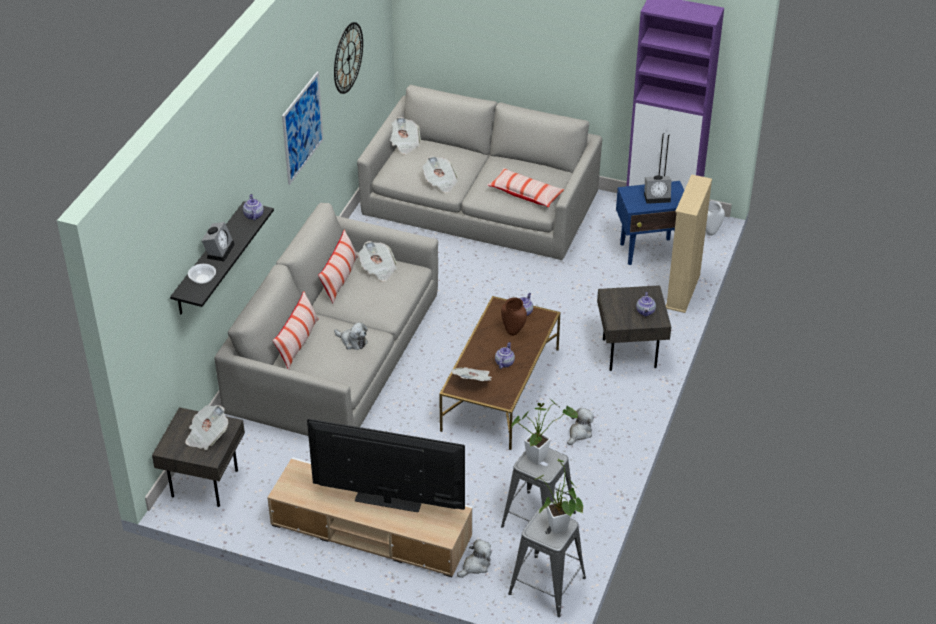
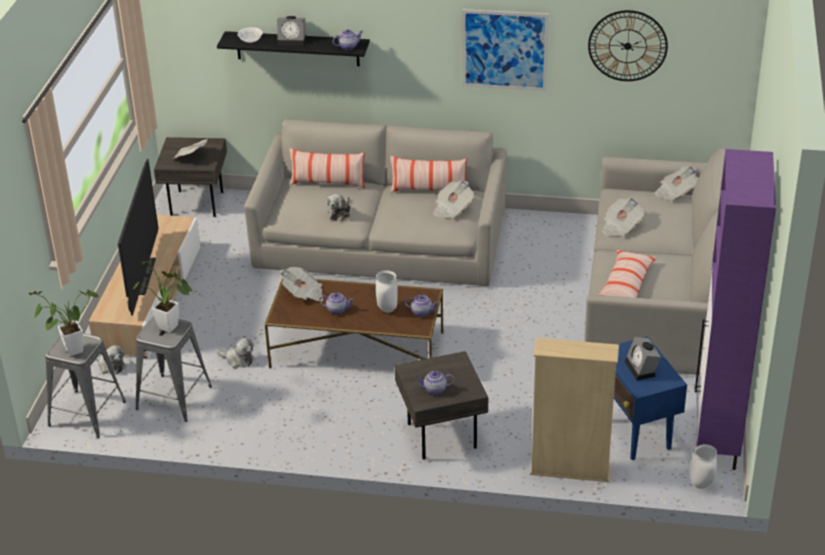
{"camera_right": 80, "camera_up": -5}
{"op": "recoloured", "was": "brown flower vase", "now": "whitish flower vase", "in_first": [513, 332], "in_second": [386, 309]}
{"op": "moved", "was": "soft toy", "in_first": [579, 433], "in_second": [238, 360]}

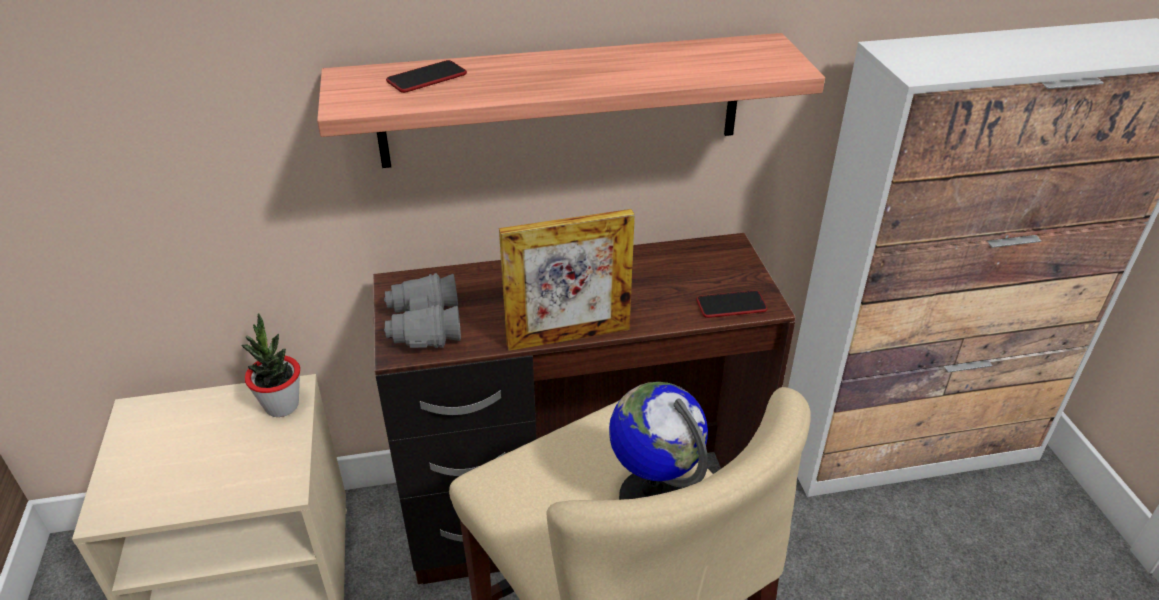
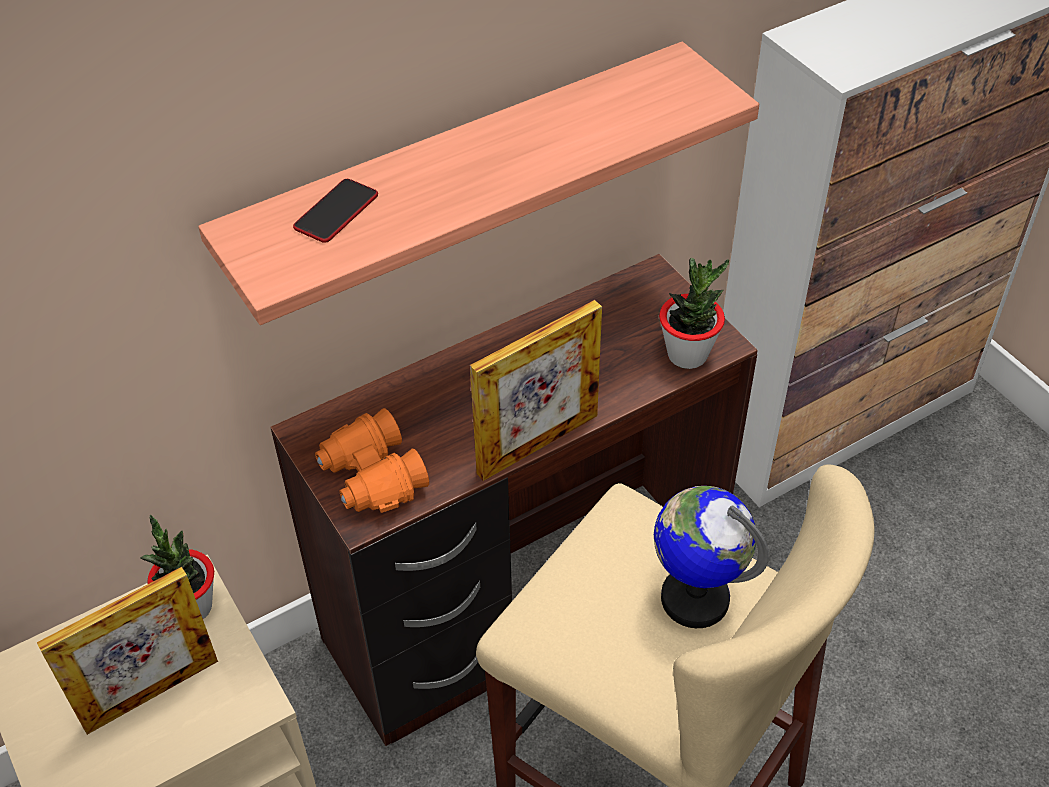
{"camera_right": -20, "camera_up": 10}
{"op": "recoloured", "was": "greyish binoculars", "now": "orange binoculars", "in_first": [424, 325], "in_second": [372, 477]}
{"op": "replaced", "was": "phone", "now": "plant in a pot", "in_first": [731, 305], "in_second": [688, 354]}
{"op": "added", "now": "picture frame", "in_second": [151, 693]}

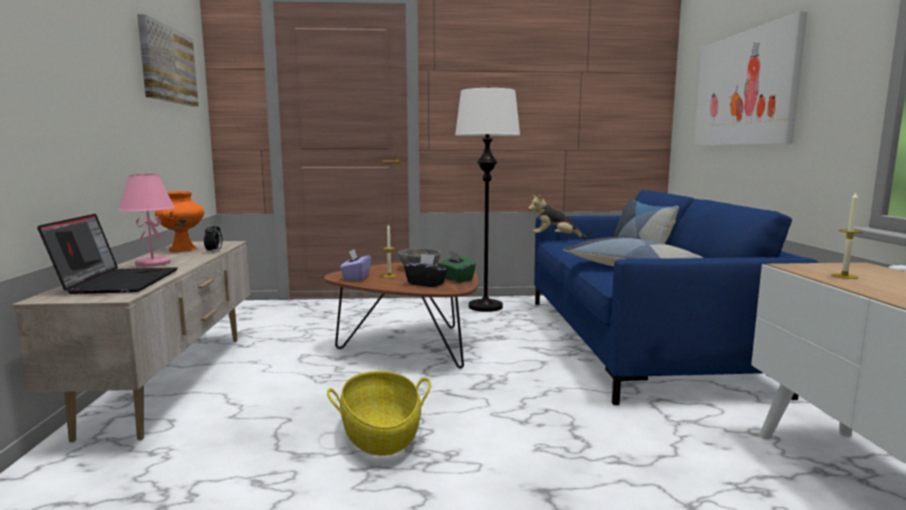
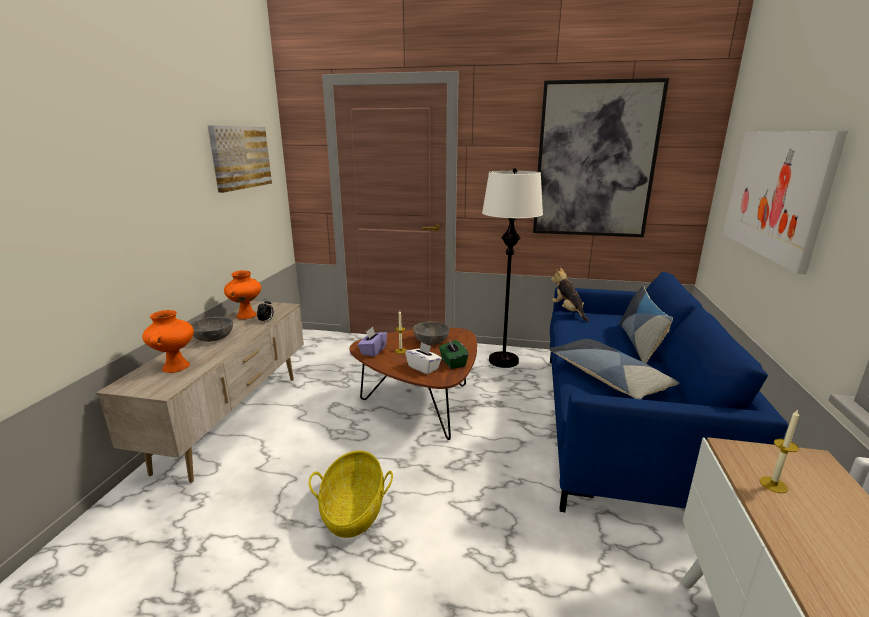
{"camera_right": 15, "camera_up": 10}
{"op": "replaced", "was": "pink tabletop lamp", "now": "greyish deep dish", "in_first": [152, 264], "in_second": [213, 338]}
{"op": "turned", "was": "soft toy", "in_first": [554, 238], "in_second": [568, 312], "clockwise": 45}
{"op": "replaced", "was": "notebook computer", "now": "orange flower vase", "in_first": [117, 282], "in_second": [175, 366]}
{"op": "recoloured", "was": "black box of tissues", "now": "whitish box of tissues", "in_first": [426, 284], "in_second": [423, 368]}
{"op": "added", "now": "wall picture", "in_second": [595, 161]}

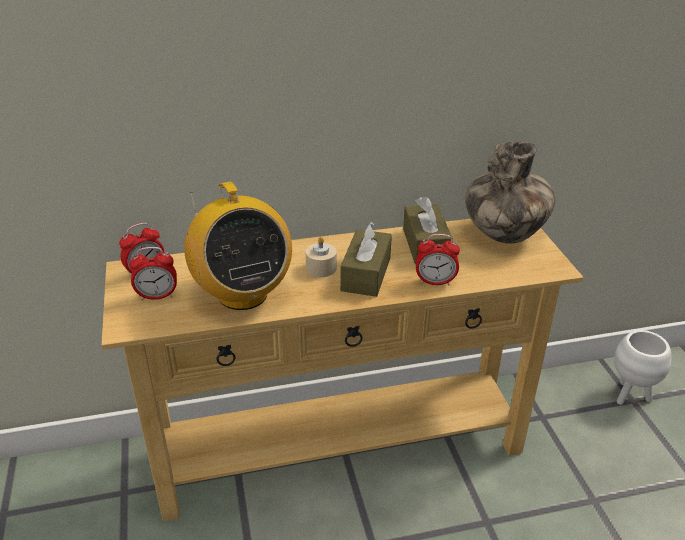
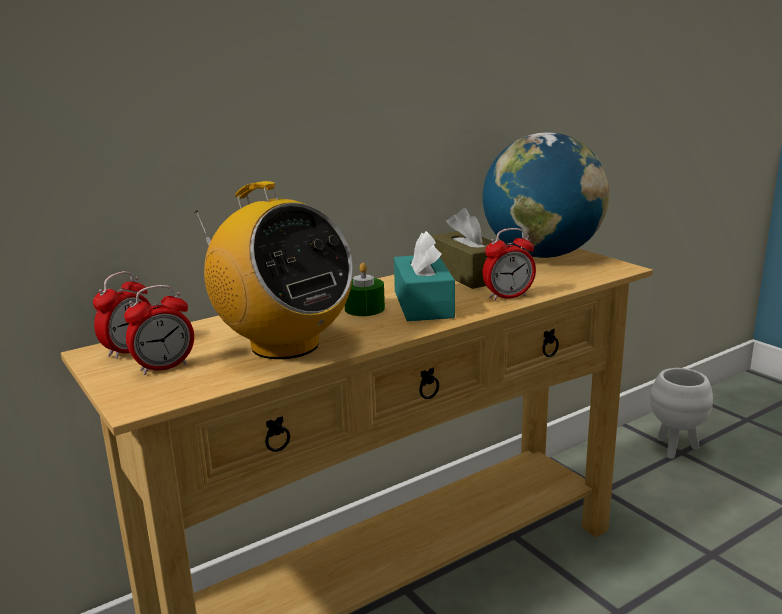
{"camera_right": -20, "camera_up": -15}
{"op": "replaced", "was": "flower vase", "now": "world globe", "in_first": [504, 234], "in_second": [542, 255]}
{"op": "recoloured", "was": "brown box of tissues", "now": "turquoise-coloured box of tissues", "in_first": [366, 274], "in_second": [423, 304]}
{"op": "recoloured", "was": "beige-coloured wax light", "now": "green wax light", "in_first": [321, 268], "in_second": [364, 309]}

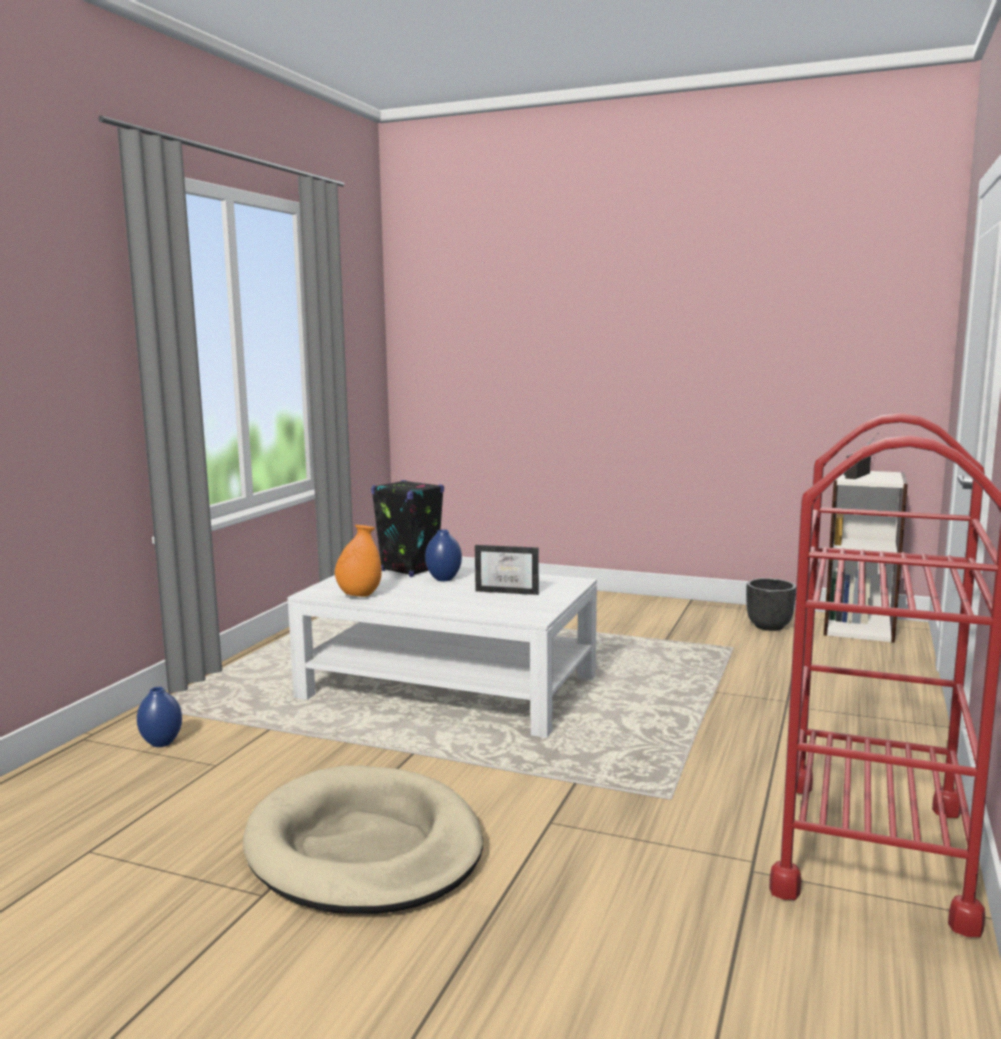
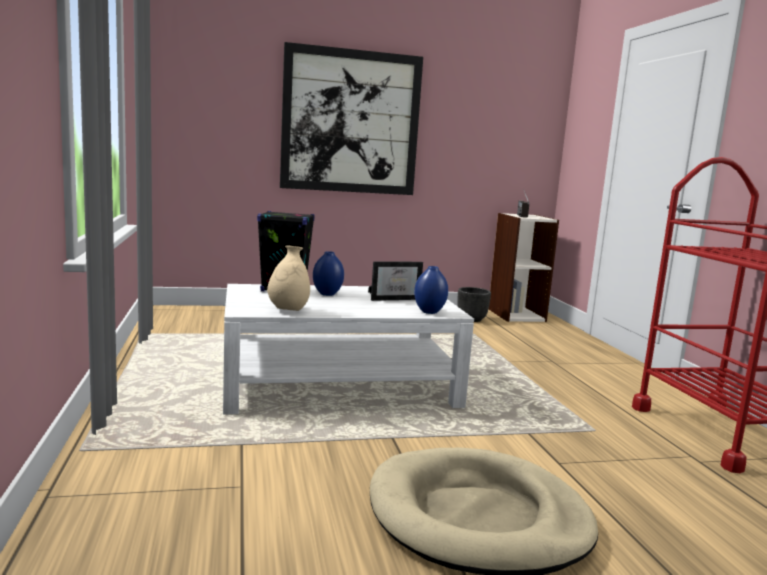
{"camera_right": -35, "camera_up": 0}
{"op": "recoloured", "was": "orange flower vase", "now": "beige-coloured flower vase", "in_first": [359, 595], "in_second": [288, 310]}
{"op": "moved", "was": "blue flower vase", "in_first": [161, 743], "in_second": [429, 312]}
{"op": "added", "now": "wall picture", "in_second": [351, 122]}

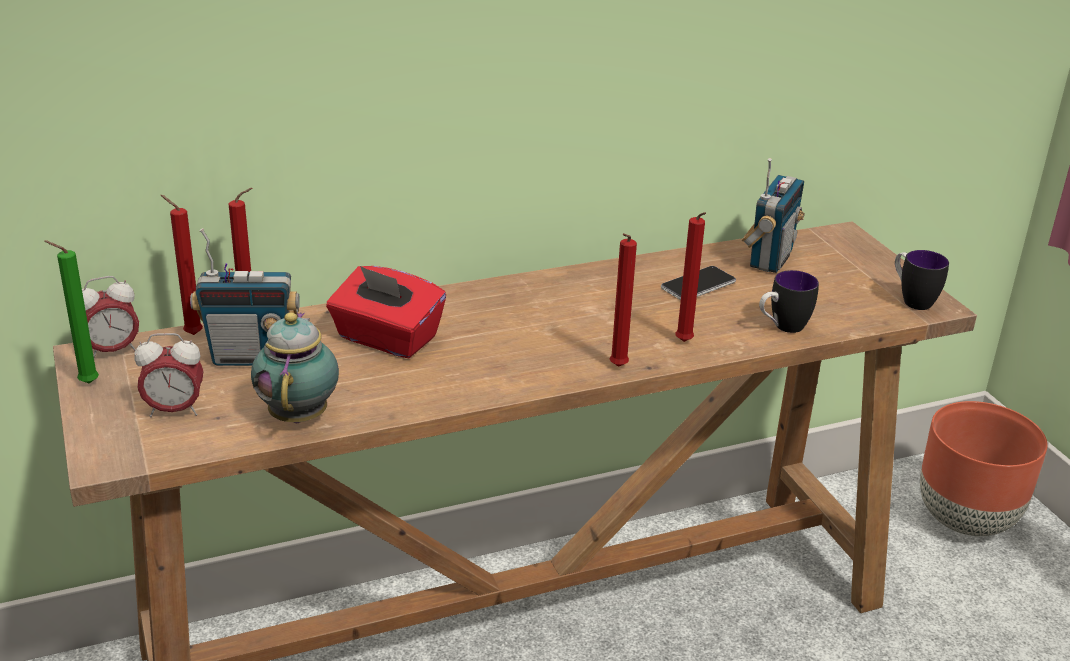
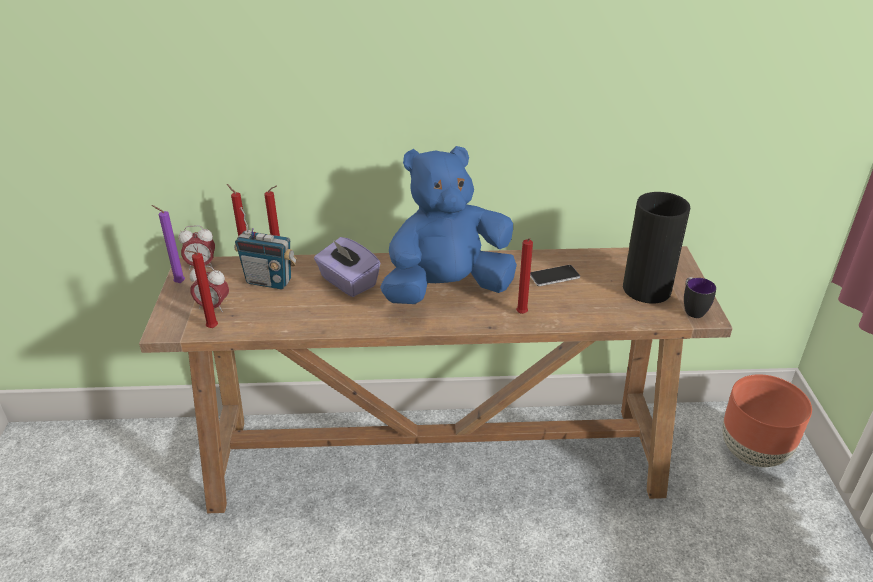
{"camera_right": 20, "camera_up": 5}
{"op": "removed", "was": "radio receiver", "in_first": [769, 259]}
{"op": "moved", "was": "red wax light", "in_first": [617, 368], "in_second": [210, 329]}
{"op": "recoloured", "was": "green wax light", "now": "purplish wax light", "in_first": [85, 383], "in_second": [178, 283]}
{"op": "recoloured", "was": "red box of tissues", "now": "purplish box of tissues", "in_first": [386, 339], "in_second": [348, 282]}
{"op": "removed", "was": "tea mug", "in_first": [782, 327]}
{"op": "removed", "was": "tea pot", "in_first": [300, 414]}
{"op": "added", "now": "blue soft toy", "in_second": [447, 289]}
{"op": "added", "now": "flower vase", "in_second": [646, 288]}

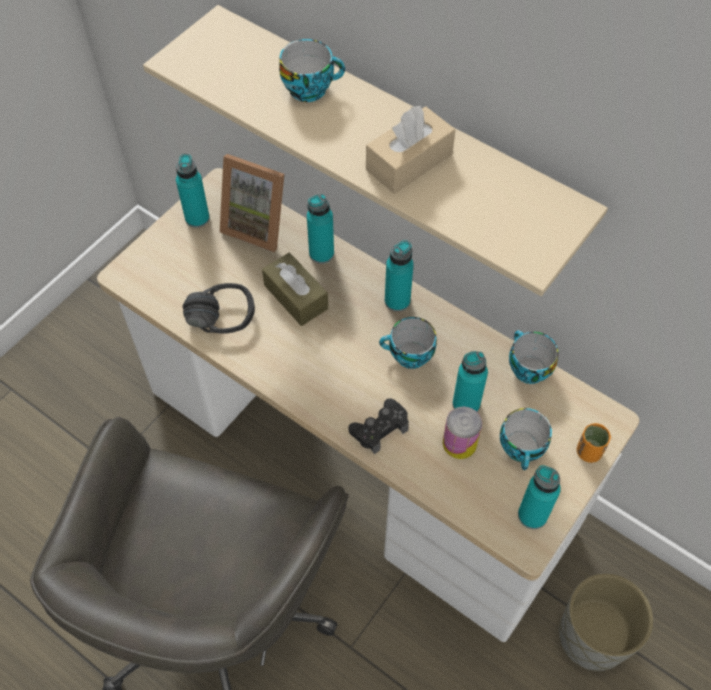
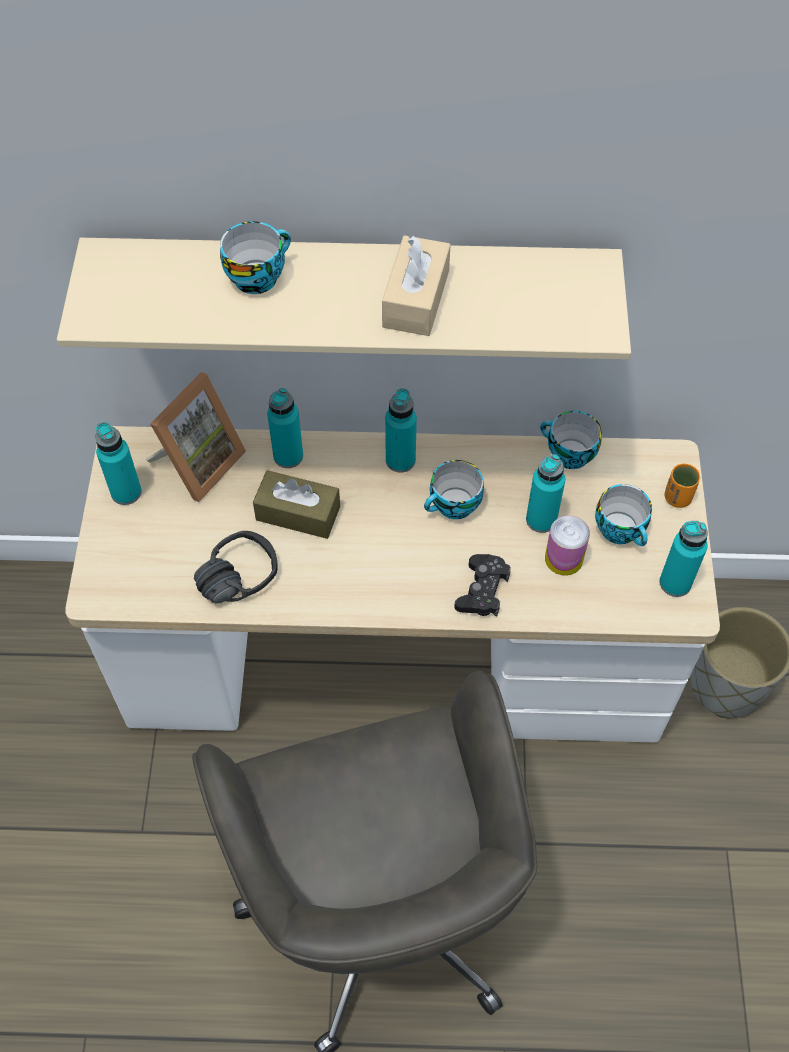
{"camera_right": -35, "camera_up": 0}
{"op": "turned", "was": "picture frame", "in_first": [258, 225], "in_second": [198, 463], "clockwise": -45}

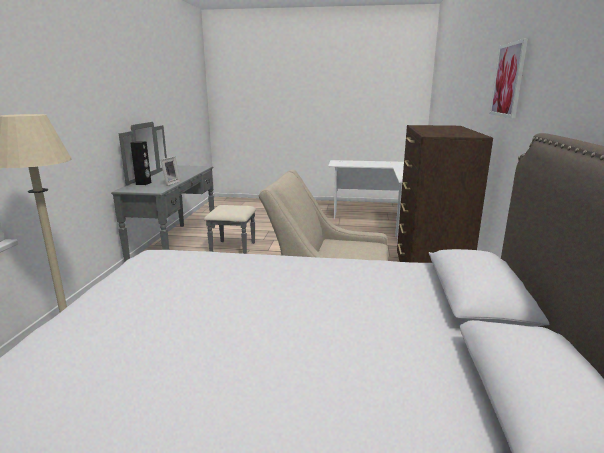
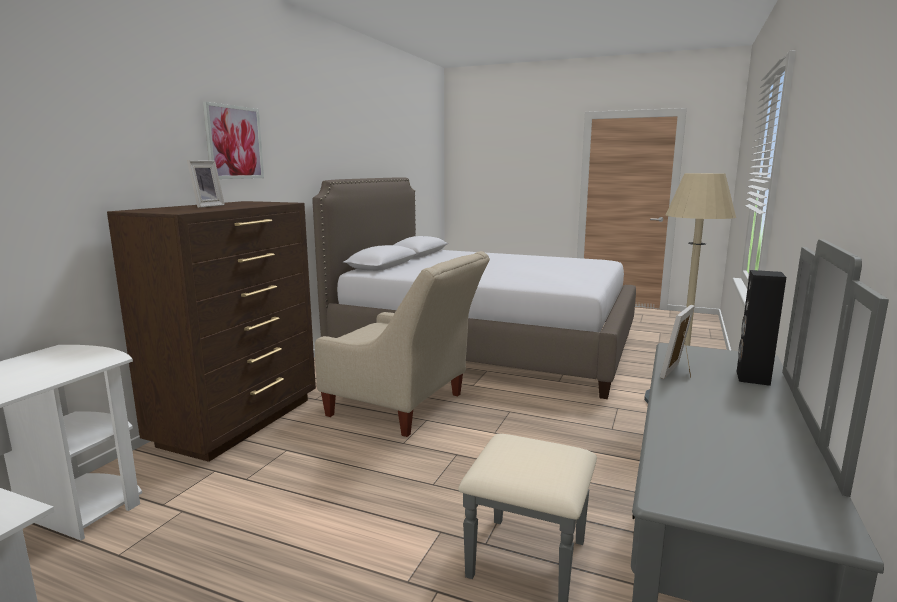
{"camera_right": -165, "camera_up": -5}
{"op": "added", "now": "picture frame", "in_second": [205, 206]}

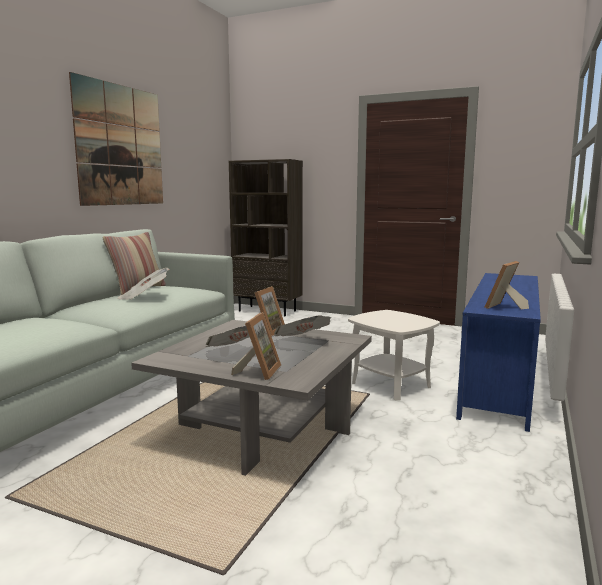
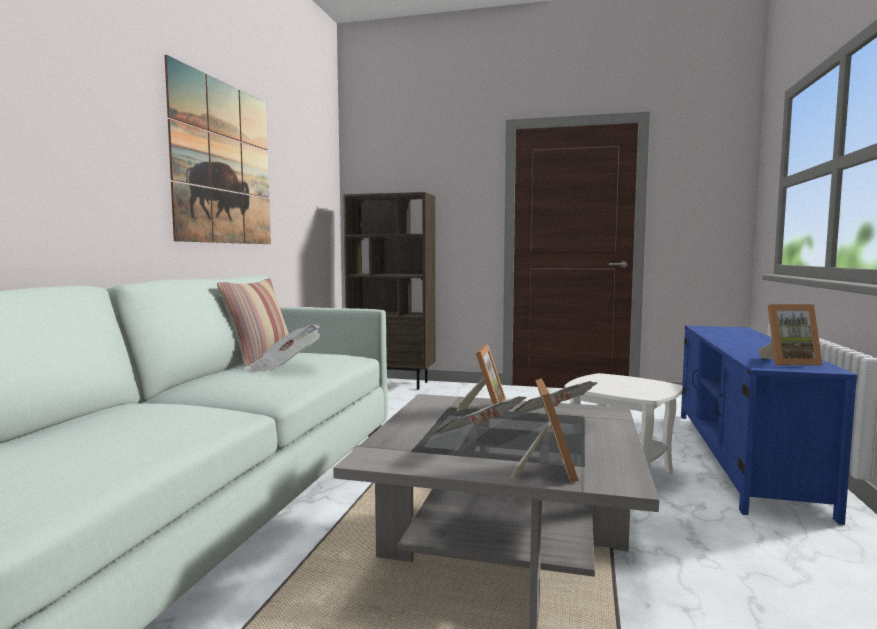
{"camera_right": -10, "camera_up": -5}
{"op": "turned", "was": "picture frame", "in_first": [504, 307], "in_second": [788, 362], "clockwise": -120}

